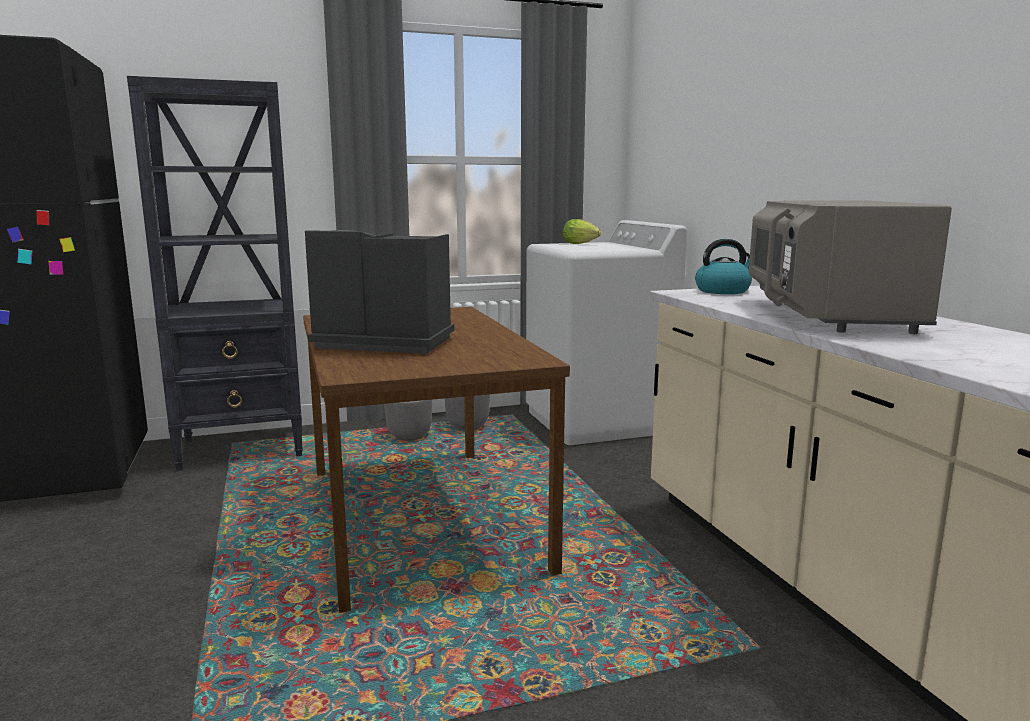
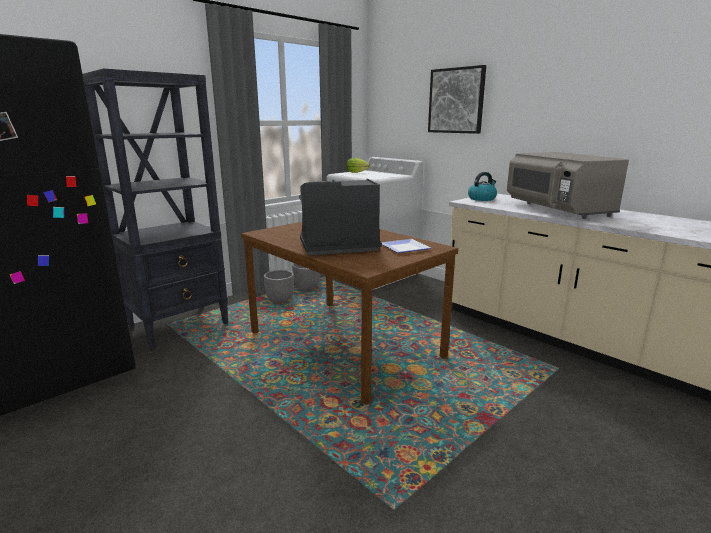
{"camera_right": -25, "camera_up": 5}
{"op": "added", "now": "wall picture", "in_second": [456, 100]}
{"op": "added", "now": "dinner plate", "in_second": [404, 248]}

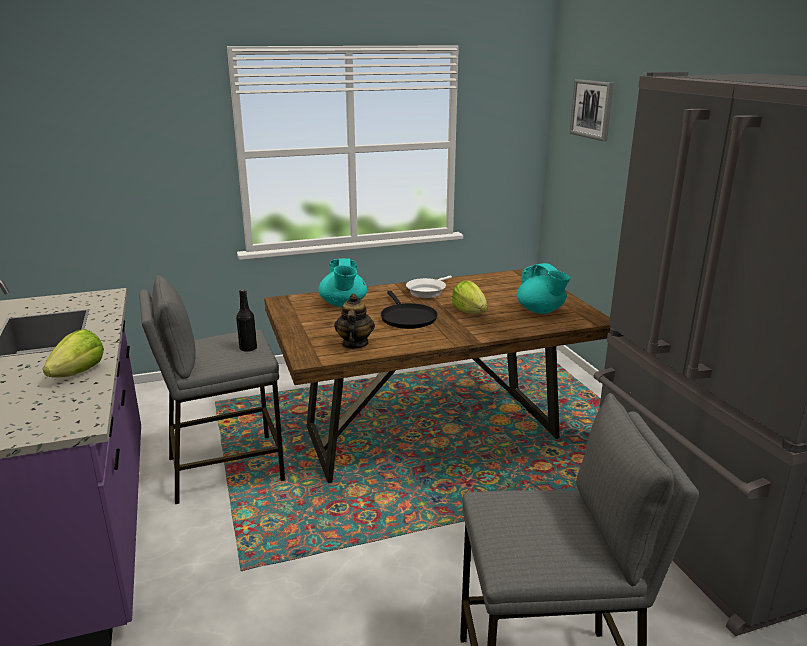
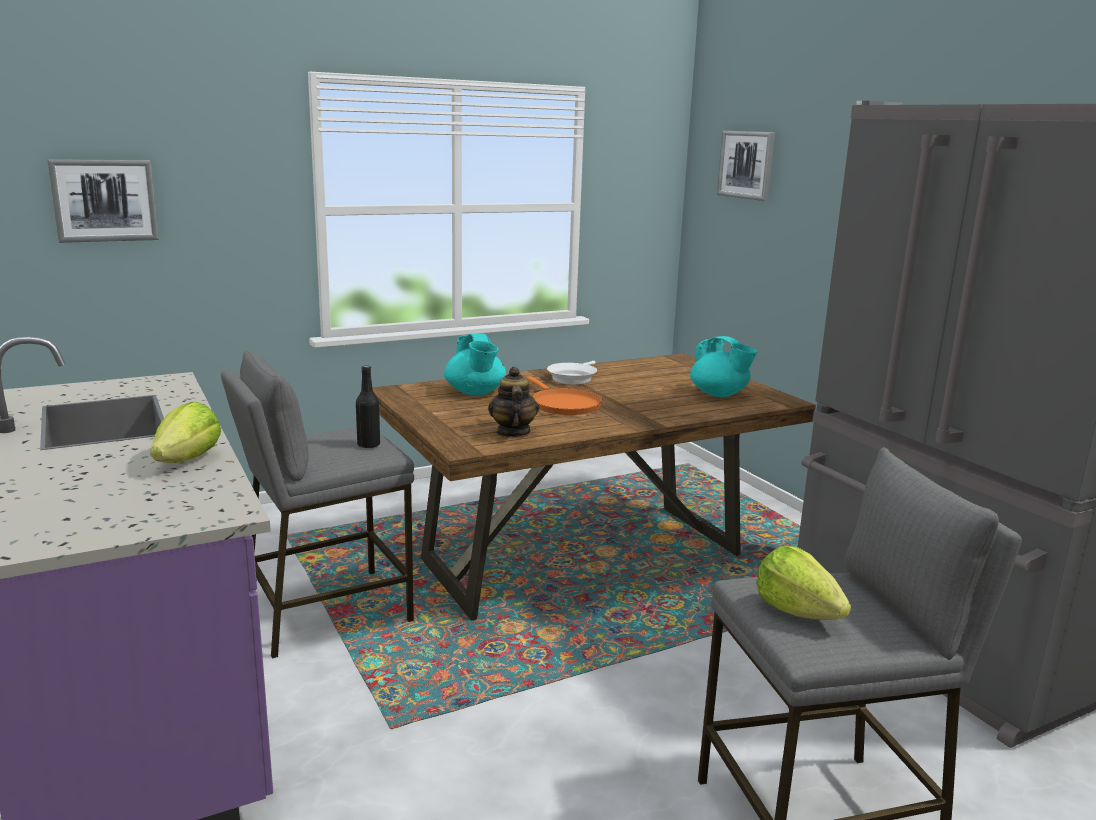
{"camera_right": -10, "camera_up": -5}
{"op": "moved", "was": "head of lettuce", "in_first": [470, 312], "in_second": [797, 611]}
{"op": "recoloured", "was": "black frying pan", "now": "orange frying pan", "in_first": [407, 318], "in_second": [563, 405]}
{"op": "added", "now": "wall picture", "in_second": [104, 200]}

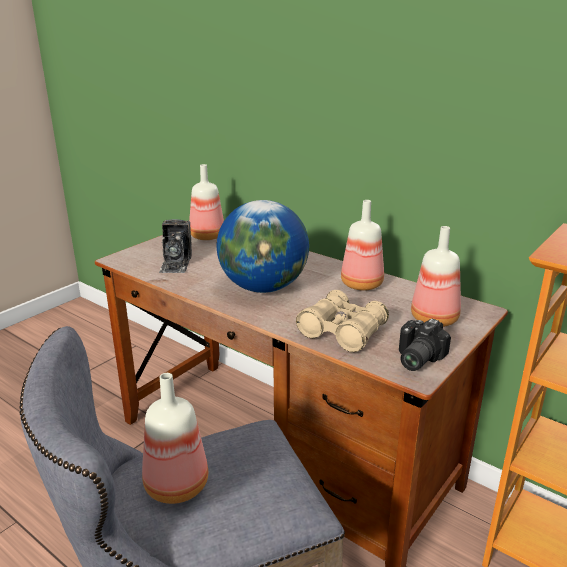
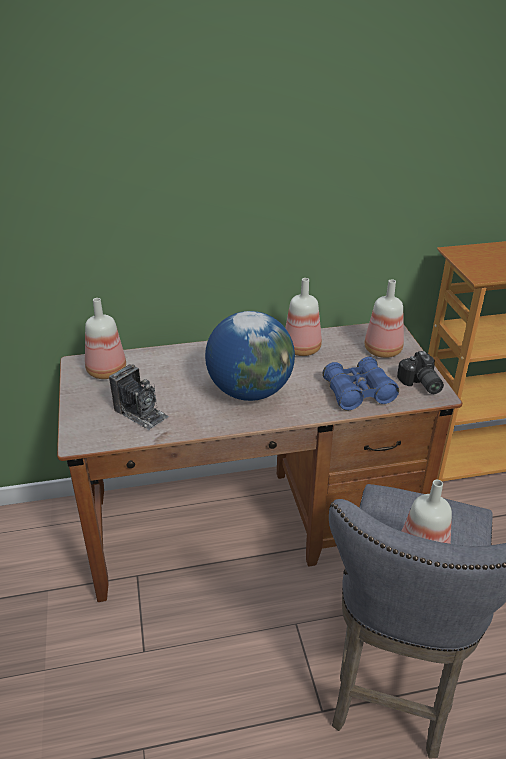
{"camera_right": -50, "camera_up": 10}
{"op": "recoloured", "was": "beige-coloured binoculars", "now": "blue binoculars", "in_first": [342, 332], "in_second": [358, 393]}

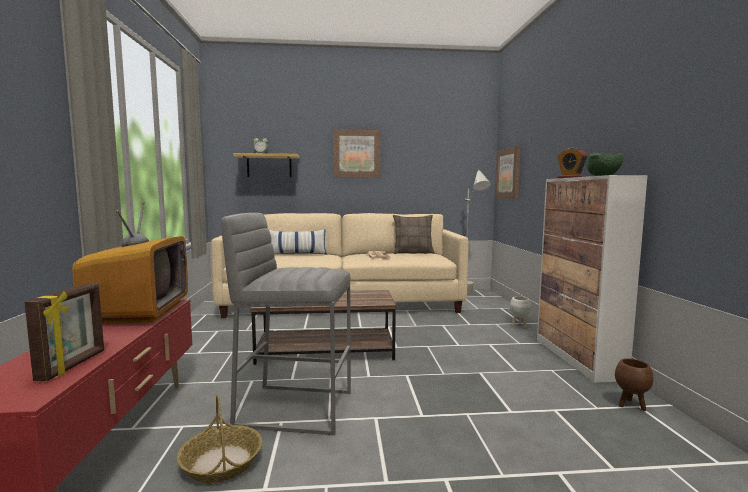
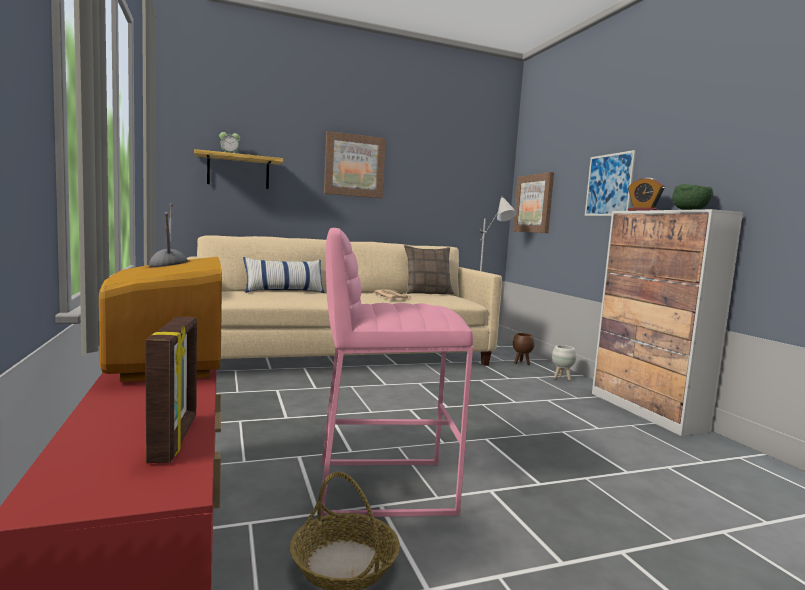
{"camera_right": -15, "camera_up": 0}
{"op": "recoloured", "was": "greyish stool", "now": "pink stool", "in_first": [294, 407], "in_second": [383, 486]}
{"op": "removed", "was": "brown low table", "in_first": [326, 350]}
{"op": "moved", "was": "brown flower pot", "in_first": [630, 406], "in_second": [521, 363]}
{"op": "added", "now": "wall picture", "in_second": [609, 185]}

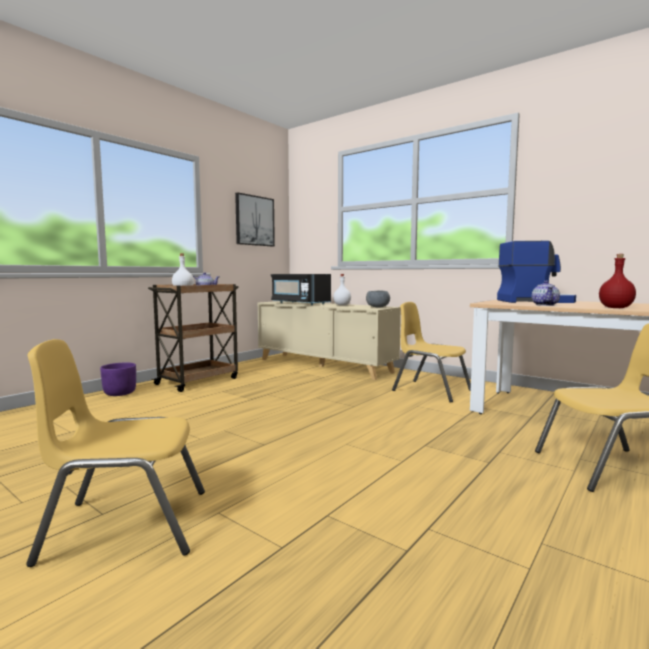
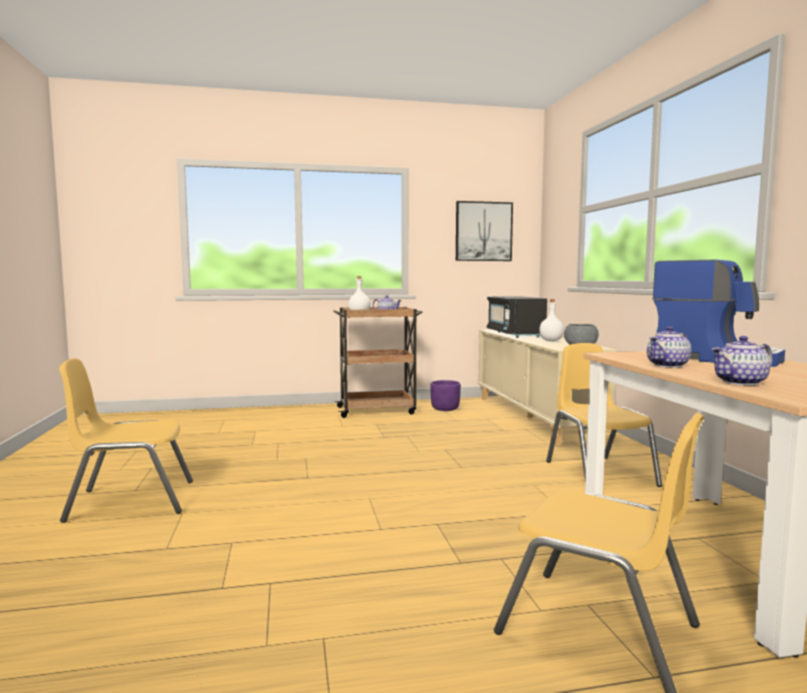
{"camera_right": 40, "camera_up": 0}
{"op": "replaced", "was": "red drink bottle", "now": "tea pot", "in_first": [616, 308], "in_second": [741, 382]}
{"op": "turned", "was": "yellow chair", "in_first": [127, 525], "in_second": [131, 501], "clockwise": -45}
{"op": "moved", "was": "purplish flower pot", "in_first": [119, 393], "in_second": [445, 409]}

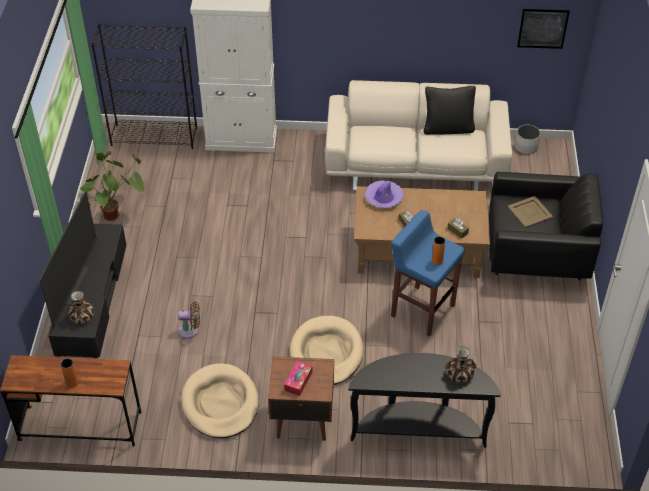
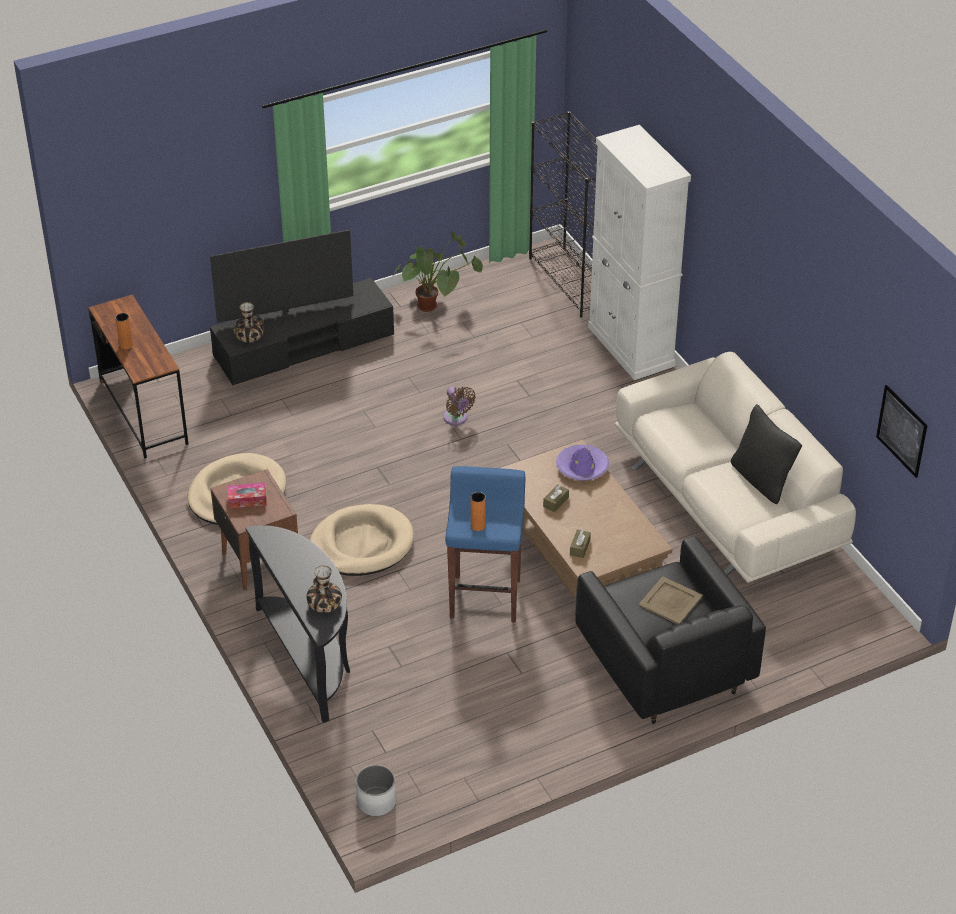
{"camera_right": 60, "camera_up": -5}
{"op": "moved", "was": "whitish flower pot", "in_first": [526, 147], "in_second": [376, 802]}
{"op": "moved", "was": "brown electric fan", "in_first": [190, 330], "in_second": [456, 419]}

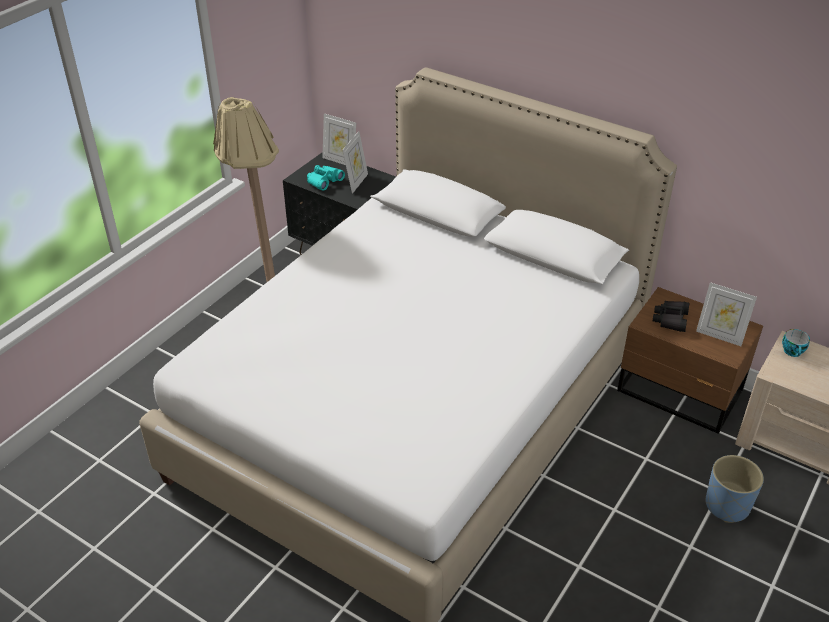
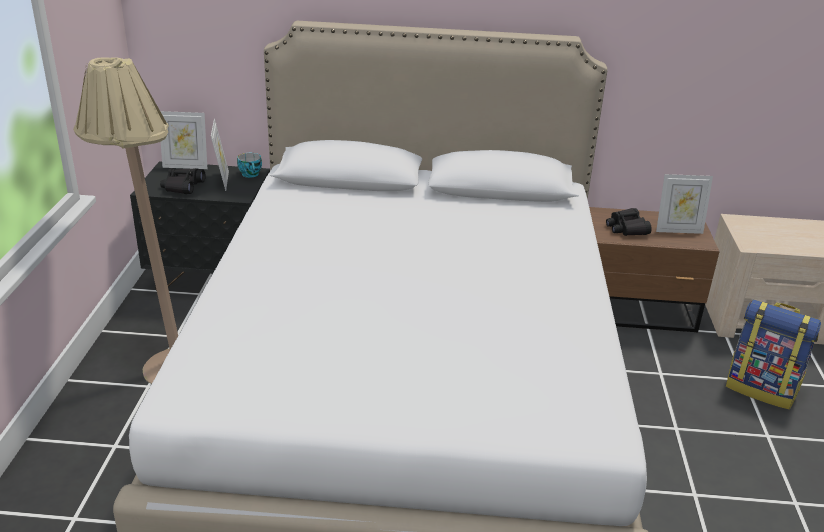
{"camera_right": -30, "camera_up": -10}
{"op": "recoloured", "was": "turquoise-coloured binoculars", "now": "black binoculars", "in_first": [324, 181], "in_second": [183, 186]}
{"op": "moved", "was": "drinking cup", "in_first": [793, 352], "in_second": [251, 174]}
{"op": "replaced", "was": "blue flower pot", "now": "rucksack", "in_first": [727, 506], "in_second": [761, 389]}

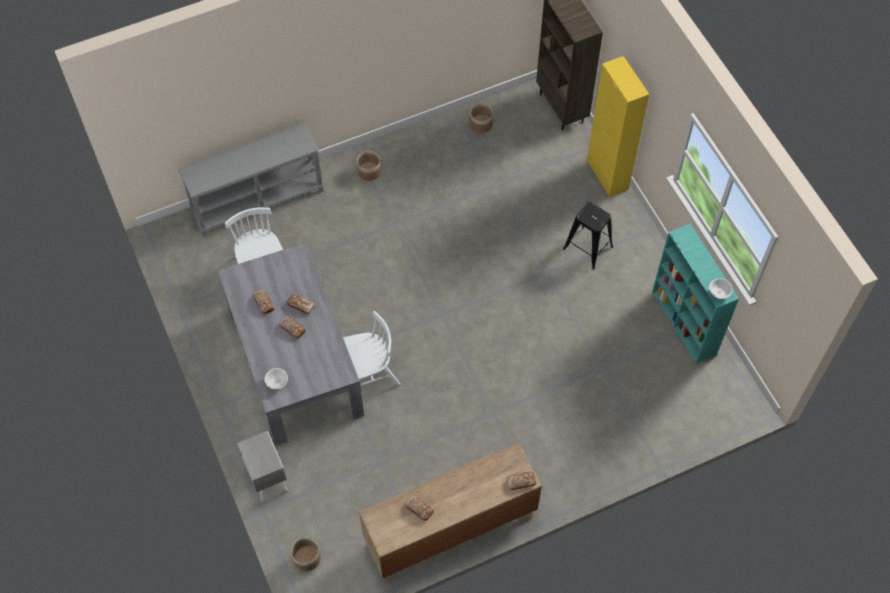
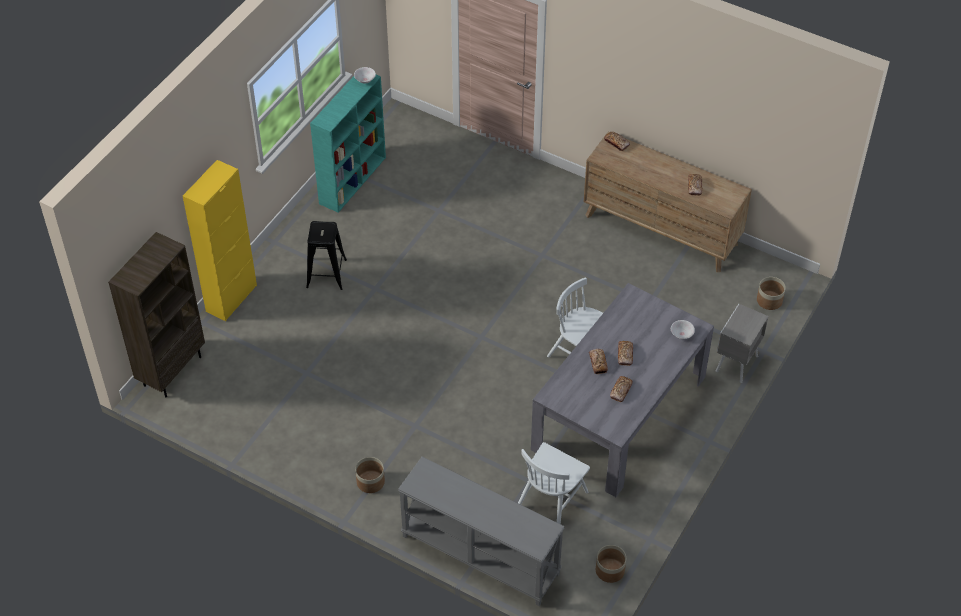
{"camera_right": -125, "camera_up": -10}
{"op": "moved", "was": "flower pot", "in_first": [481, 124], "in_second": [609, 570]}

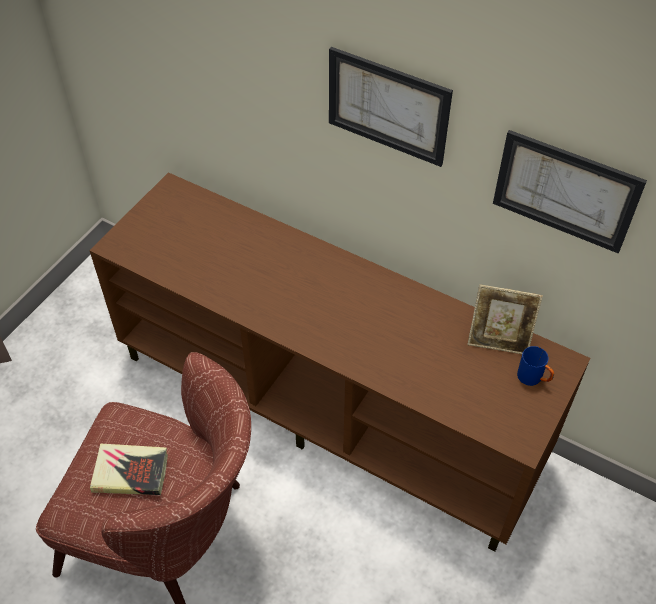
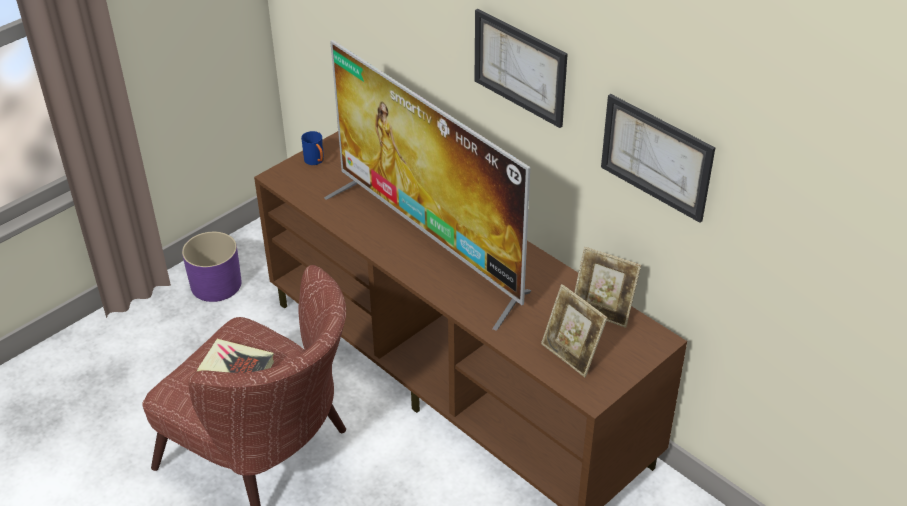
{"camera_right": 15, "camera_up": -10}
{"op": "moved", "was": "blue tea mug", "in_first": [533, 378], "in_second": [316, 161]}
{"op": "added", "now": "TV", "in_second": [430, 245]}
{"op": "added", "now": "purplish flower pot", "in_second": [216, 284]}
{"op": "added", "now": "picture frame", "in_second": [571, 355]}

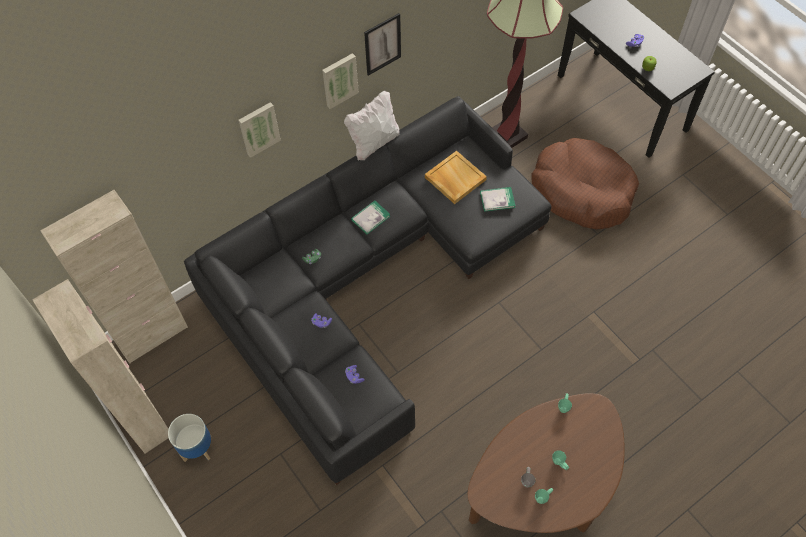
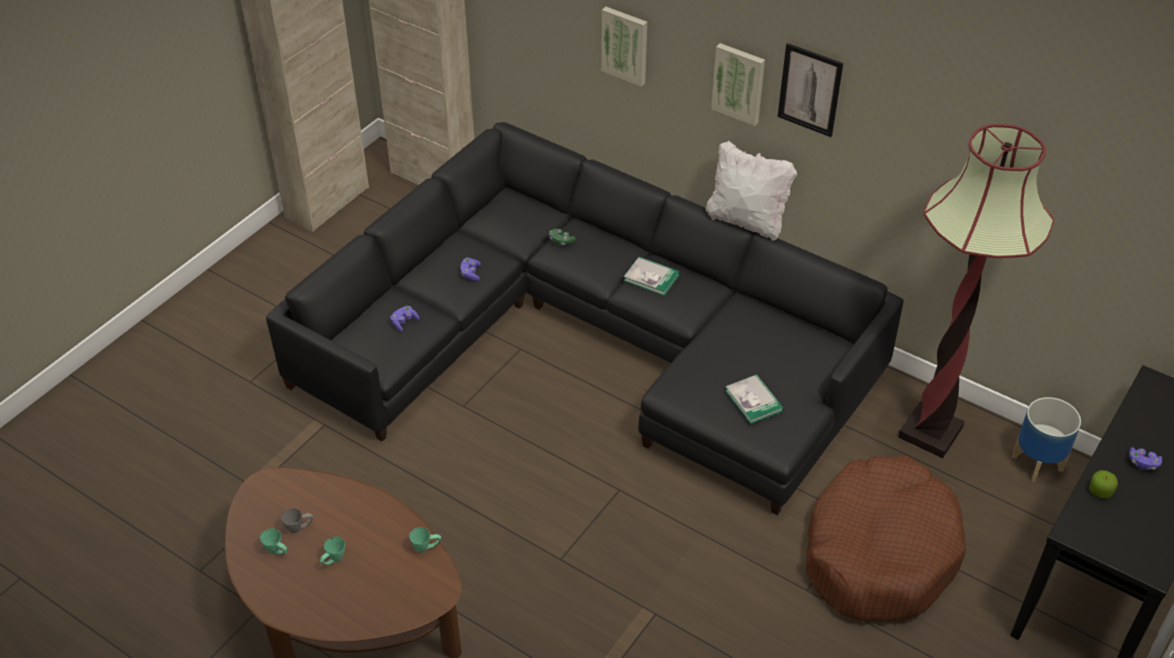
{"camera_right": 70, "camera_up": -15}
{"op": "removed", "was": "beige-coloured serving tray", "in_first": [454, 178]}
{"op": "moved", "was": "flower pot", "in_first": [198, 448], "in_second": [1037, 464]}

